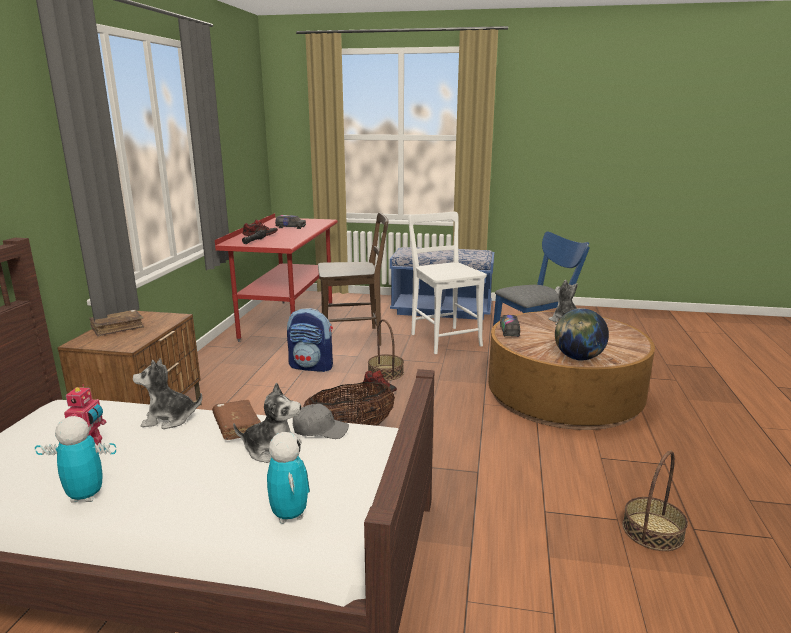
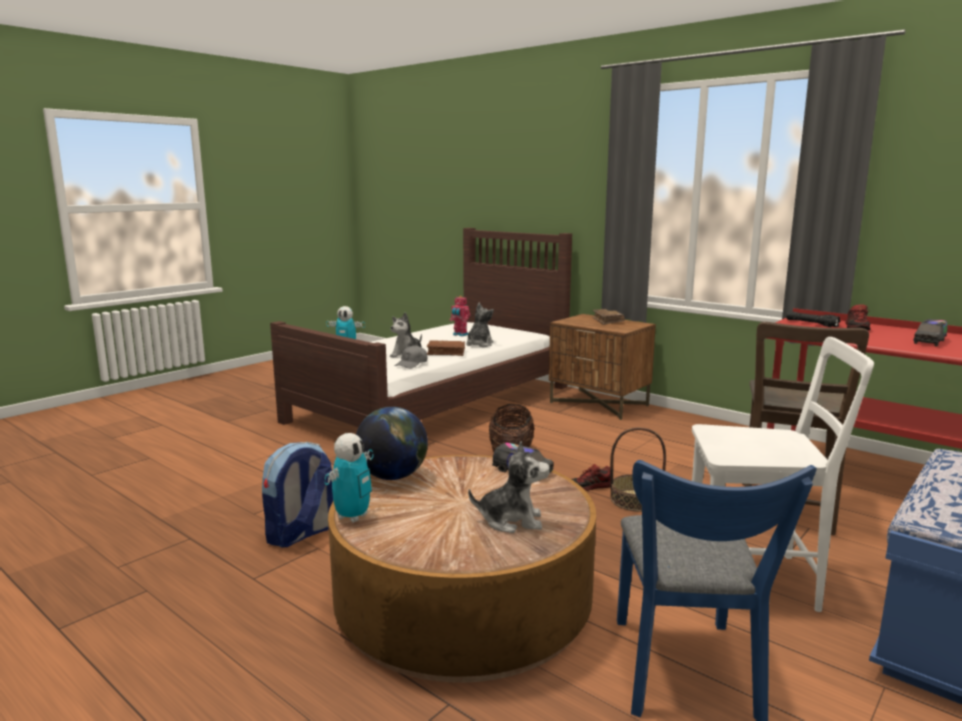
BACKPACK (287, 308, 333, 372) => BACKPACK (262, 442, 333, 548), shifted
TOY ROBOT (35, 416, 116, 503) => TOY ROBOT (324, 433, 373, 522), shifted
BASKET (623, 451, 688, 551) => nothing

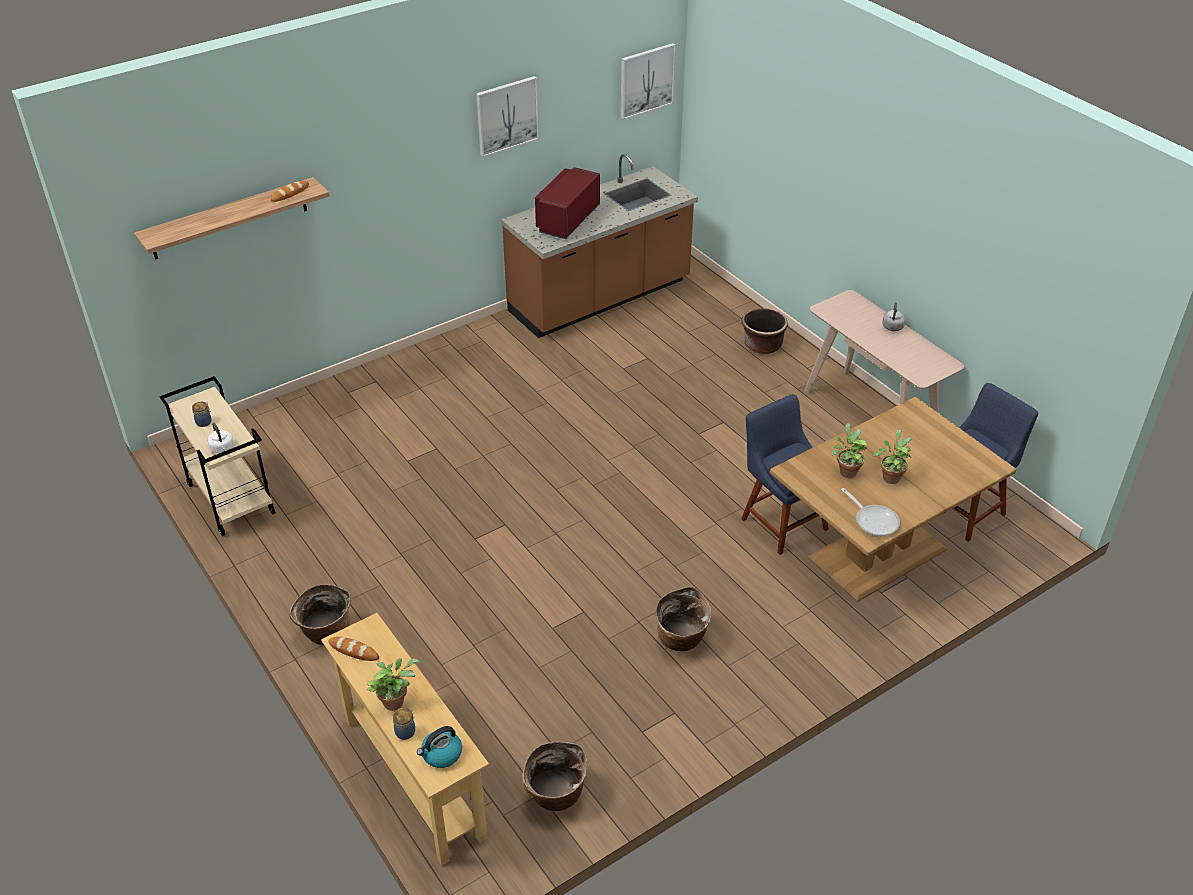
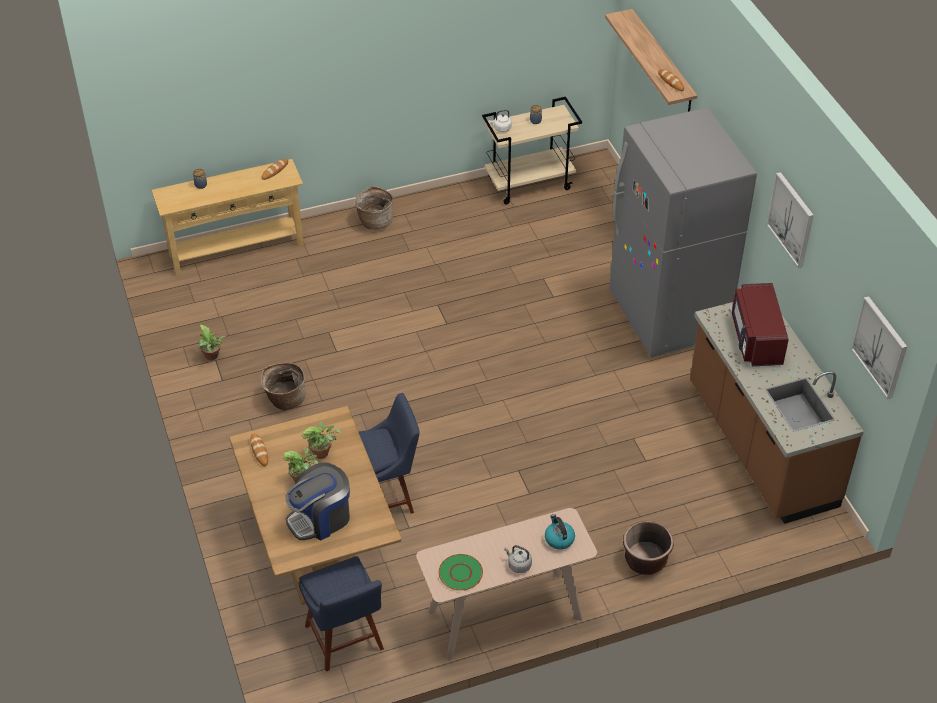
POTTED PLANT (367, 658, 420, 711) => POTTED PLANT (198, 324, 226, 361), shifted
FRYING PAN (841, 488, 900, 536) => BREAD (250, 433, 268, 466)
nothing => COFFEE MACHINE (285, 462, 350, 540)
nothing => GREEN PLATE (438, 554, 483, 591)
KETTLE (417, 726, 462, 768) => KETTLE (545, 514, 575, 550), shifted
nothing => GREY FRIDGE (609, 107, 757, 357)
RED MICROWAVE (535, 167, 600, 239) => RED MICROWAVE (732, 283, 789, 366), 135 degrees counterclockwise
BASKET (522, 742, 587, 811) => nothing

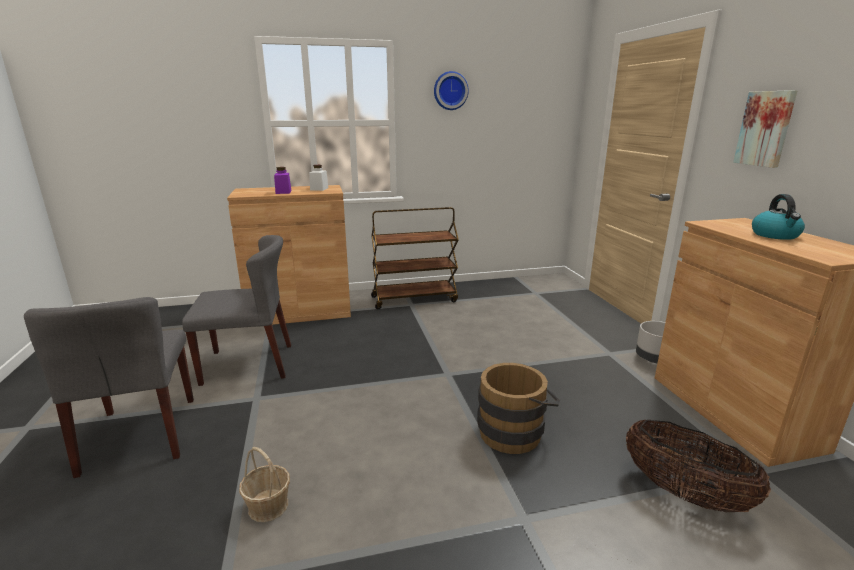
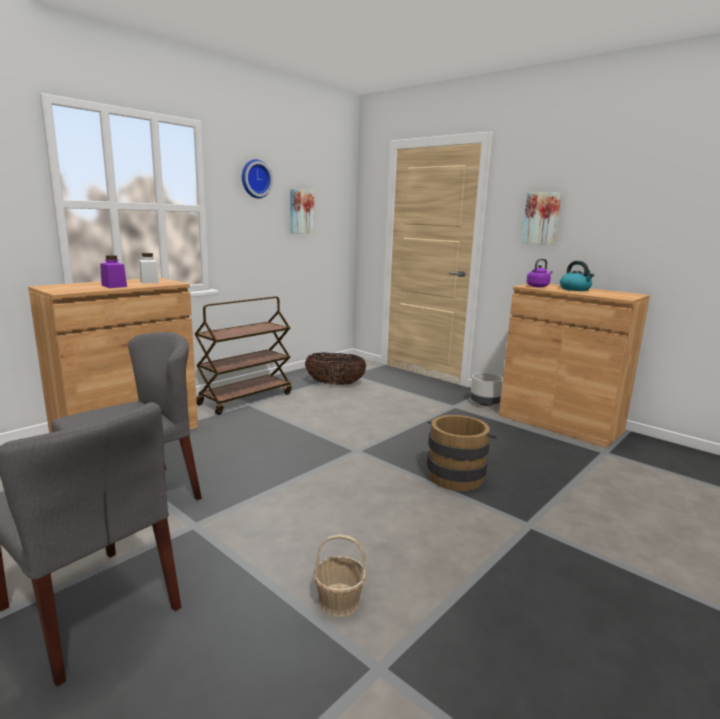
nothing => PICTURE (290, 189, 314, 234)
BASKET (626, 419, 771, 512) => BASKET (305, 352, 367, 385), shifted
nothing => PURPLE KETTLE (526, 259, 553, 287)

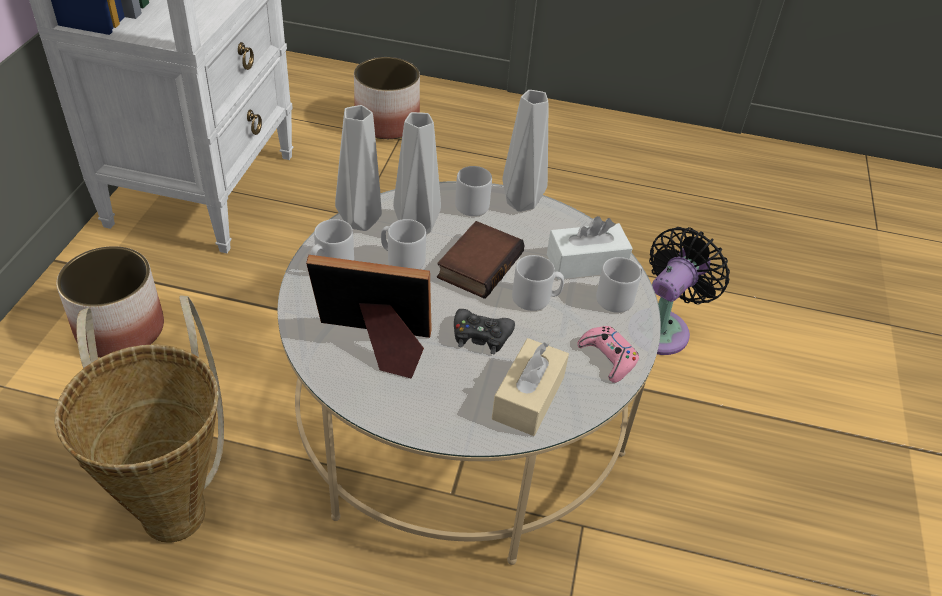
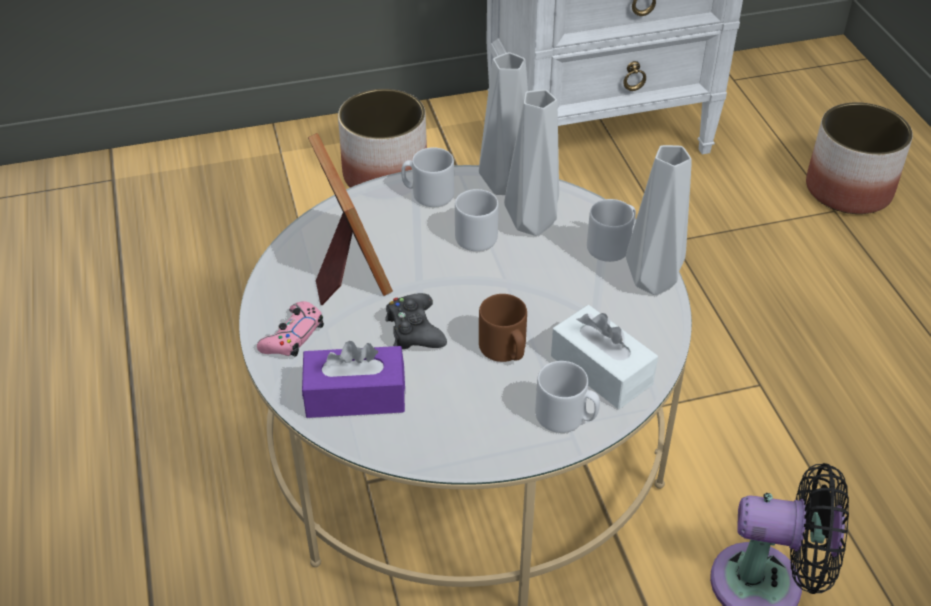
PINK GAME CONTROLLER (577, 326, 639, 383) => PINK GAME CONTROLLER (257, 301, 324, 357), shifted
BEIGE TISSUE BOX (492, 338, 569, 436) => PURPLE TISSUE BOX (302, 341, 405, 418)
GREY MUG (512, 255, 564, 311) => BROWN MUG (479, 294, 527, 362)
BASKET (55, 295, 224, 543) => nothing
BOOK (437, 221, 525, 299) => nothing

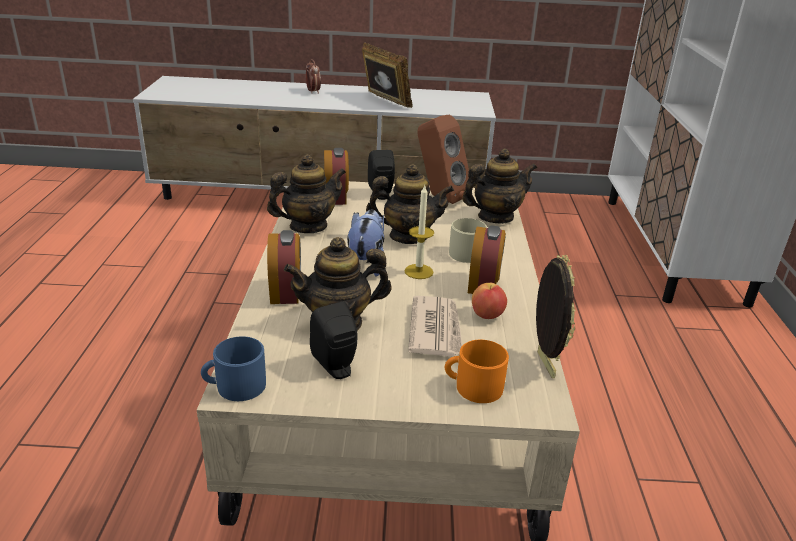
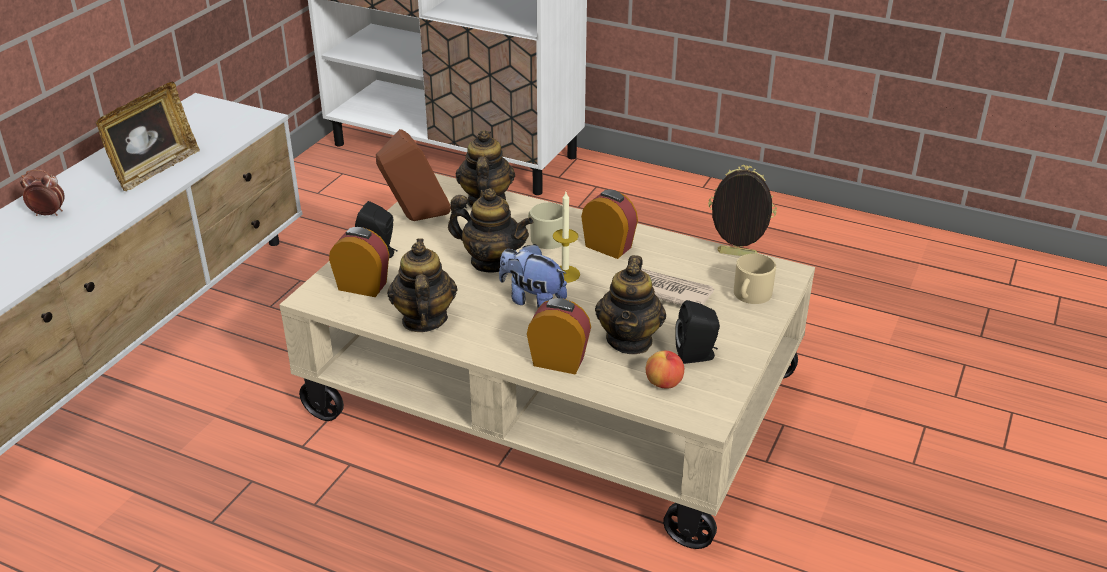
PICTURE FRAME (362, 42, 412, 108) => PICTURE FRAME (96, 82, 200, 191), 135 degrees clockwise
TEAPOT (366, 164, 454, 244) => TEAPOT (448, 188, 533, 273), 90 degrees clockwise
APPLE (472, 283, 507, 319) => APPLE (646, 351, 684, 389), shifted
ORANGE MUG (445, 340, 509, 403) => BEIGE MUG (734, 254, 776, 304)
BLUE MUG (201, 336, 266, 401) => nothing

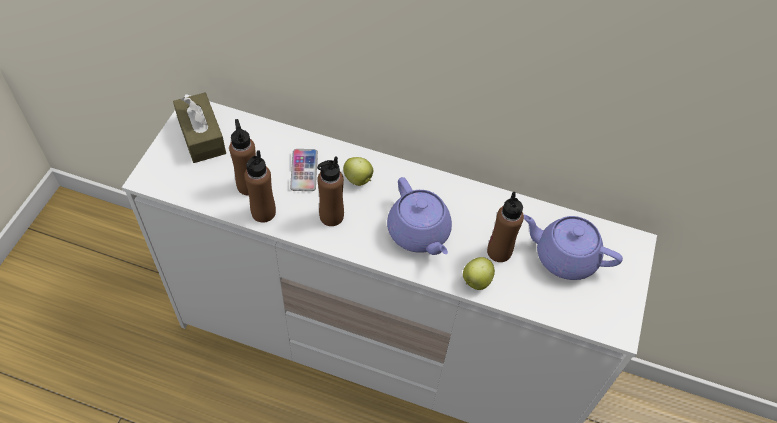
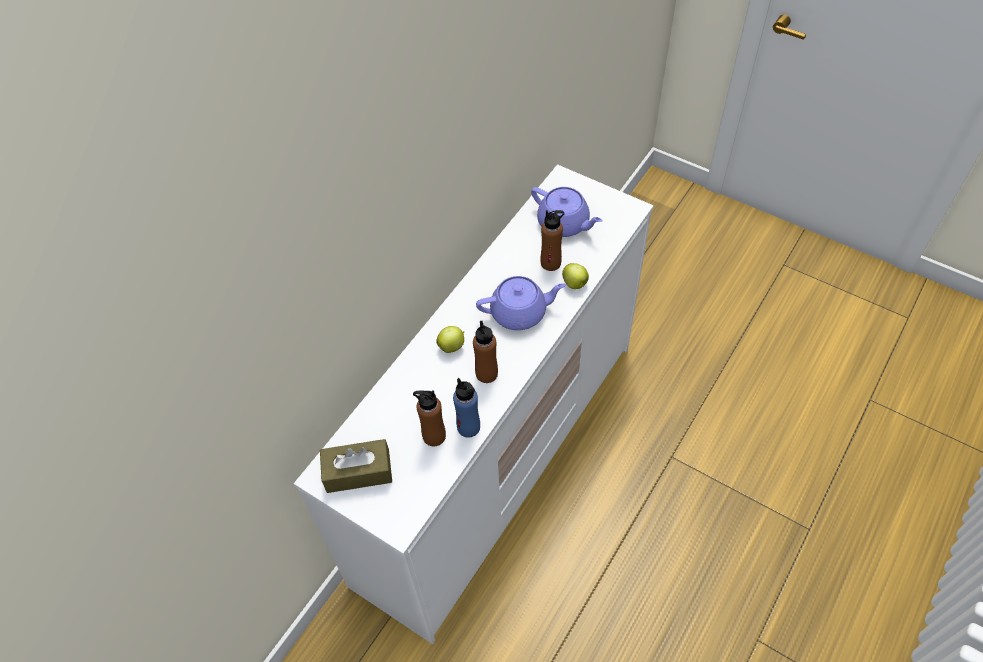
BROWN BOTTLE (244, 150, 276, 223) => BLUE BOTTLE (453, 378, 480, 438)
PURPLE TEAPOT (524, 215, 623, 280) => PURPLE TEAPOT (531, 187, 603, 237), 90 degrees counterclockwise
PHONE (290, 149, 318, 191) => nothing

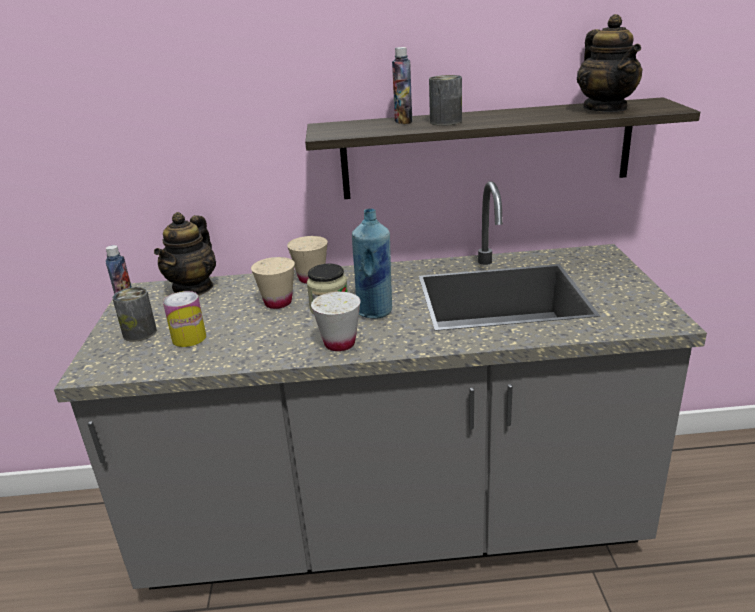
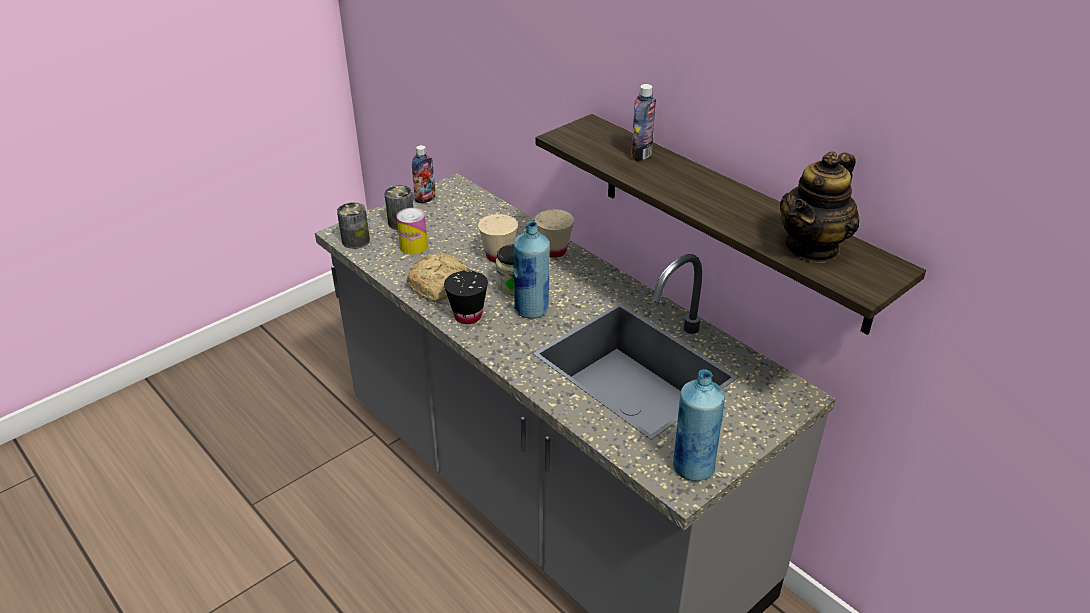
CAN (429, 75, 462, 126) => CAN (337, 202, 370, 249), shifted
nothing => BREAD (406, 253, 469, 302)
WHITE CUP (311, 292, 361, 351) => BLACK CUP (444, 271, 488, 324)
nothing => BLUE BOTTLE (673, 369, 725, 481)
TEAPOT (154, 212, 216, 296) => nothing

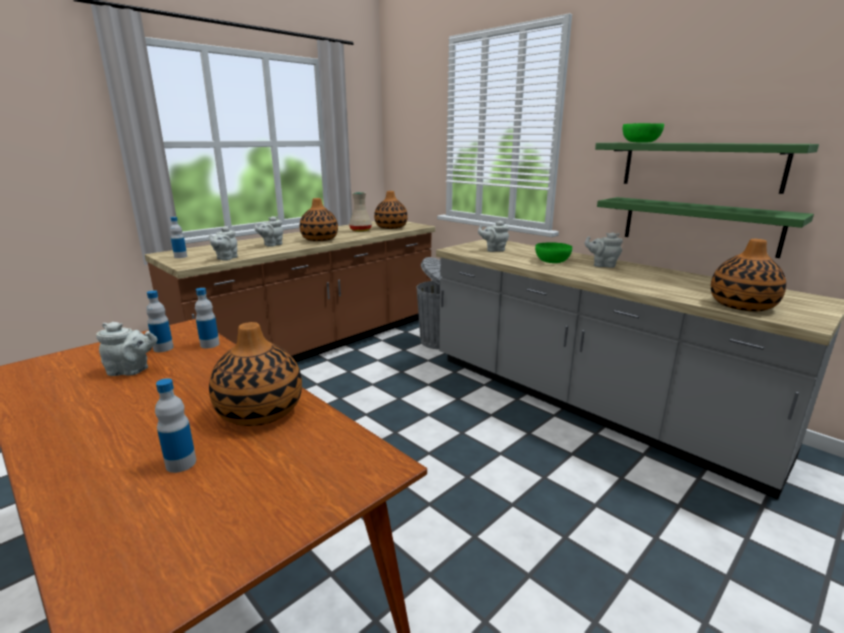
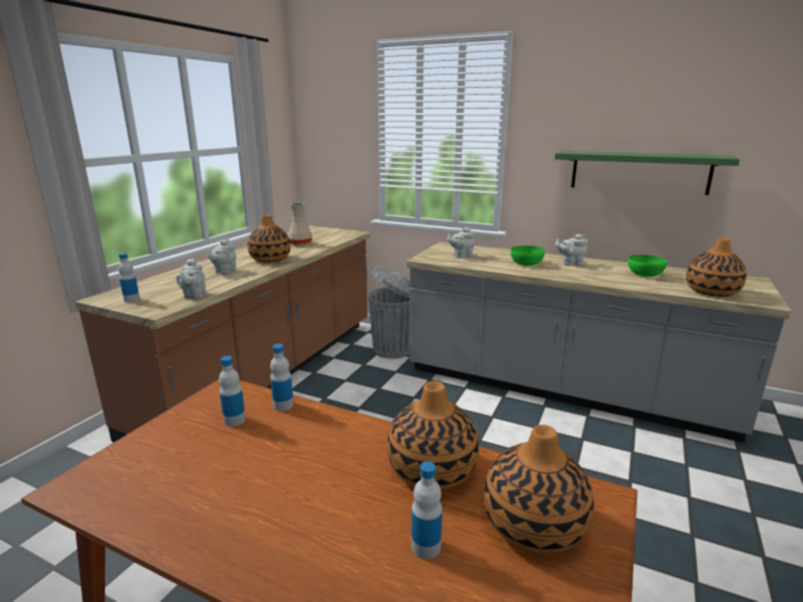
VASE (374, 191, 408, 229) => VASE (484, 425, 594, 553), shifted
GREEN BOWL (623, 123, 664, 143) => GREEN BOWL (628, 255, 667, 277), shifted
GREY TEAPOT (96, 322, 158, 376) => nothing
GREEN SHELF (597, 197, 814, 258) => nothing

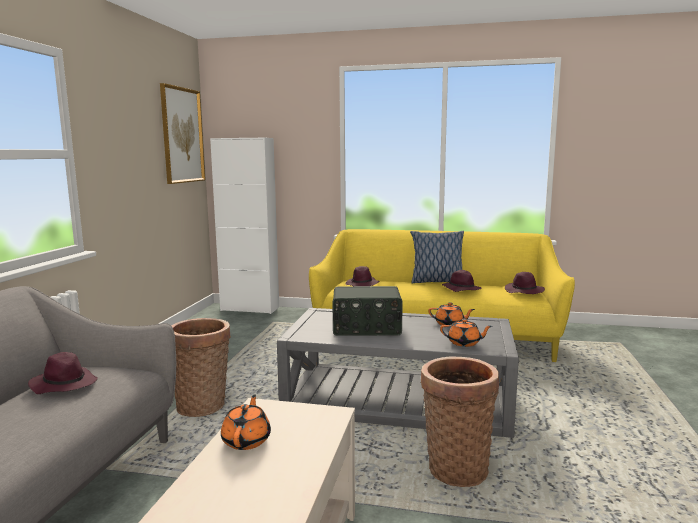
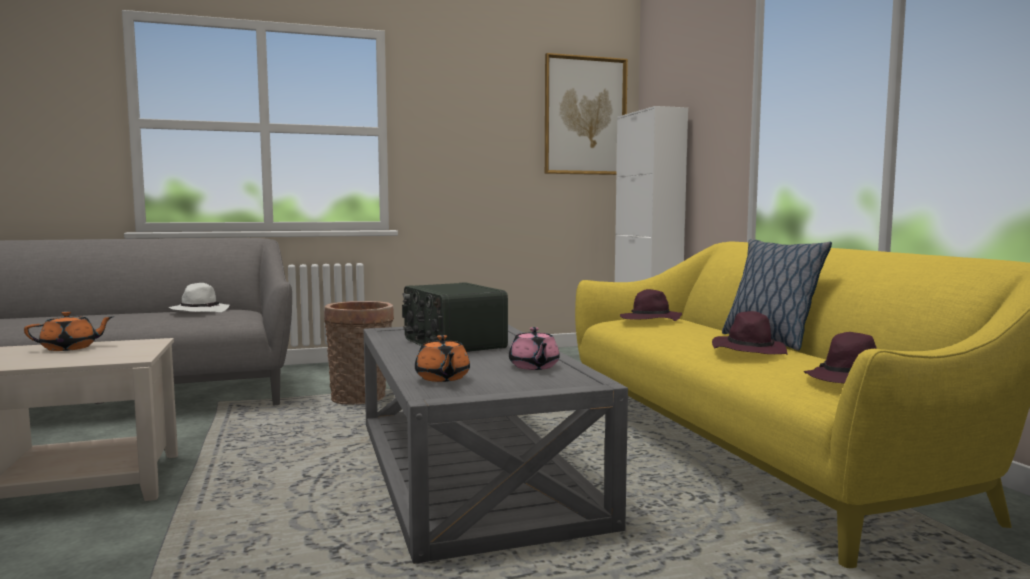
PURPLE HAT (28, 352, 98, 394) => WHITE HAT (168, 283, 230, 313)
ORANGE TEAPOT (428, 302, 475, 325) => PINK TEAPOT (509, 327, 560, 370)
BASKET (421, 356, 499, 487) => nothing

